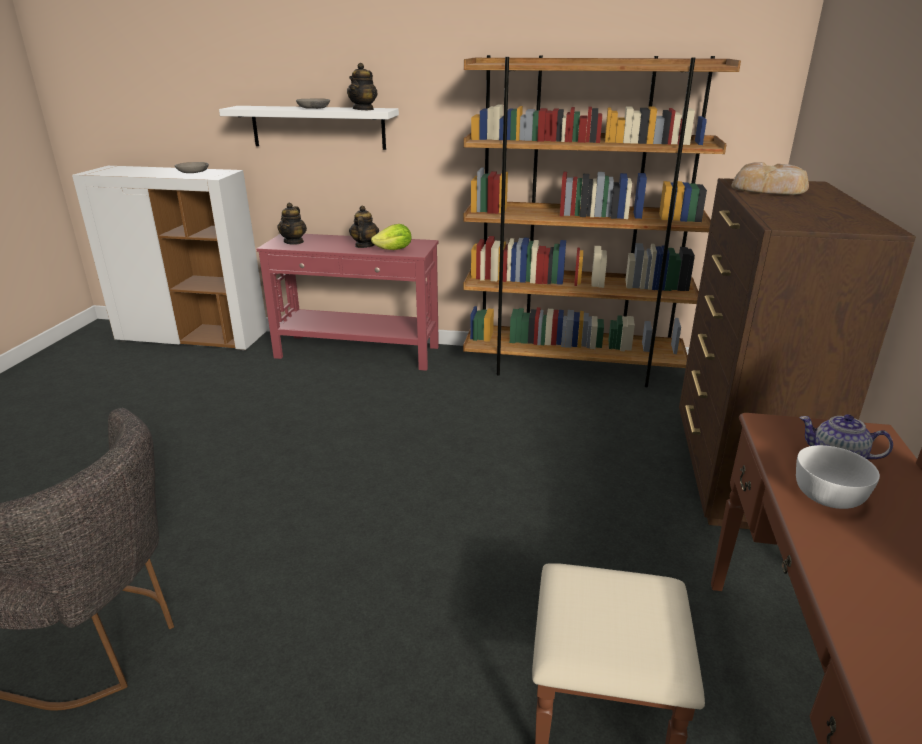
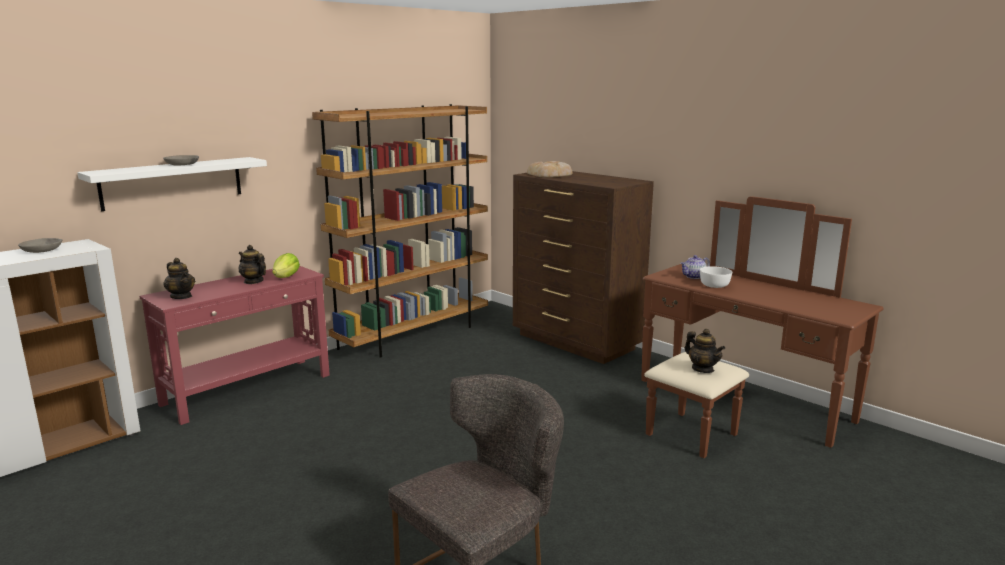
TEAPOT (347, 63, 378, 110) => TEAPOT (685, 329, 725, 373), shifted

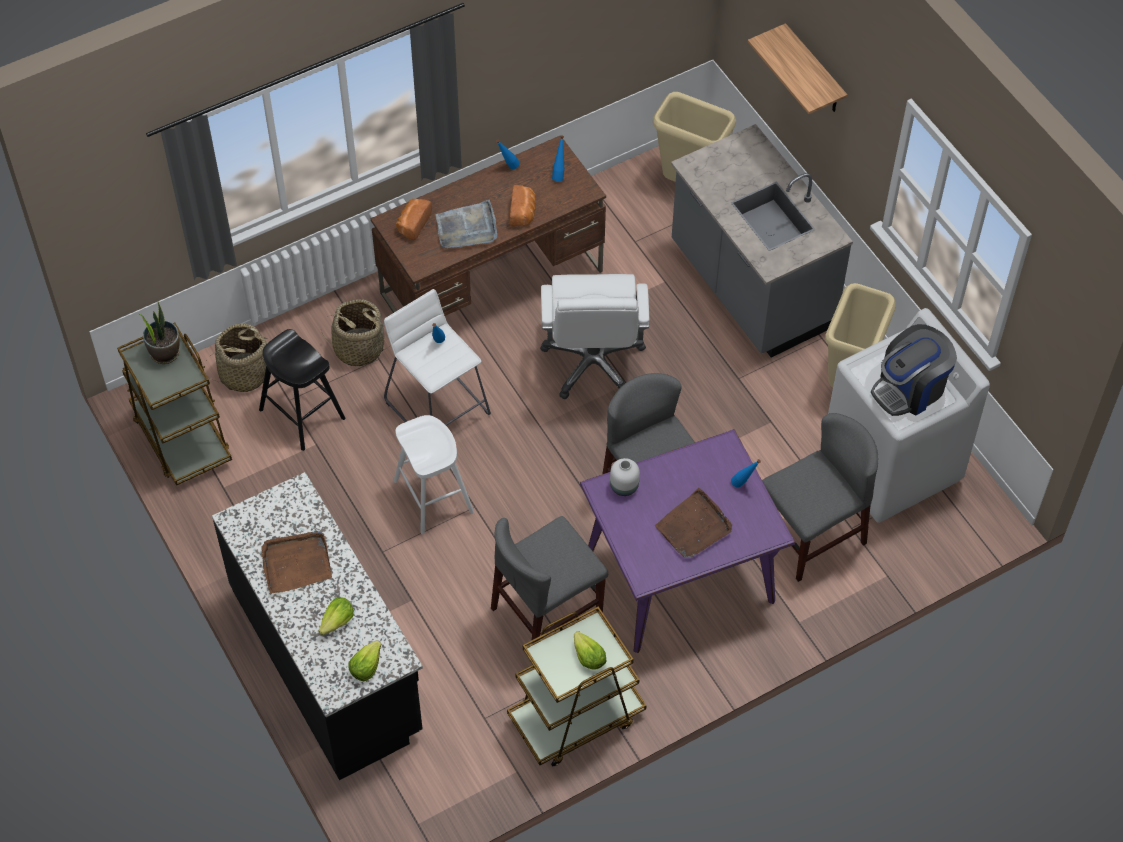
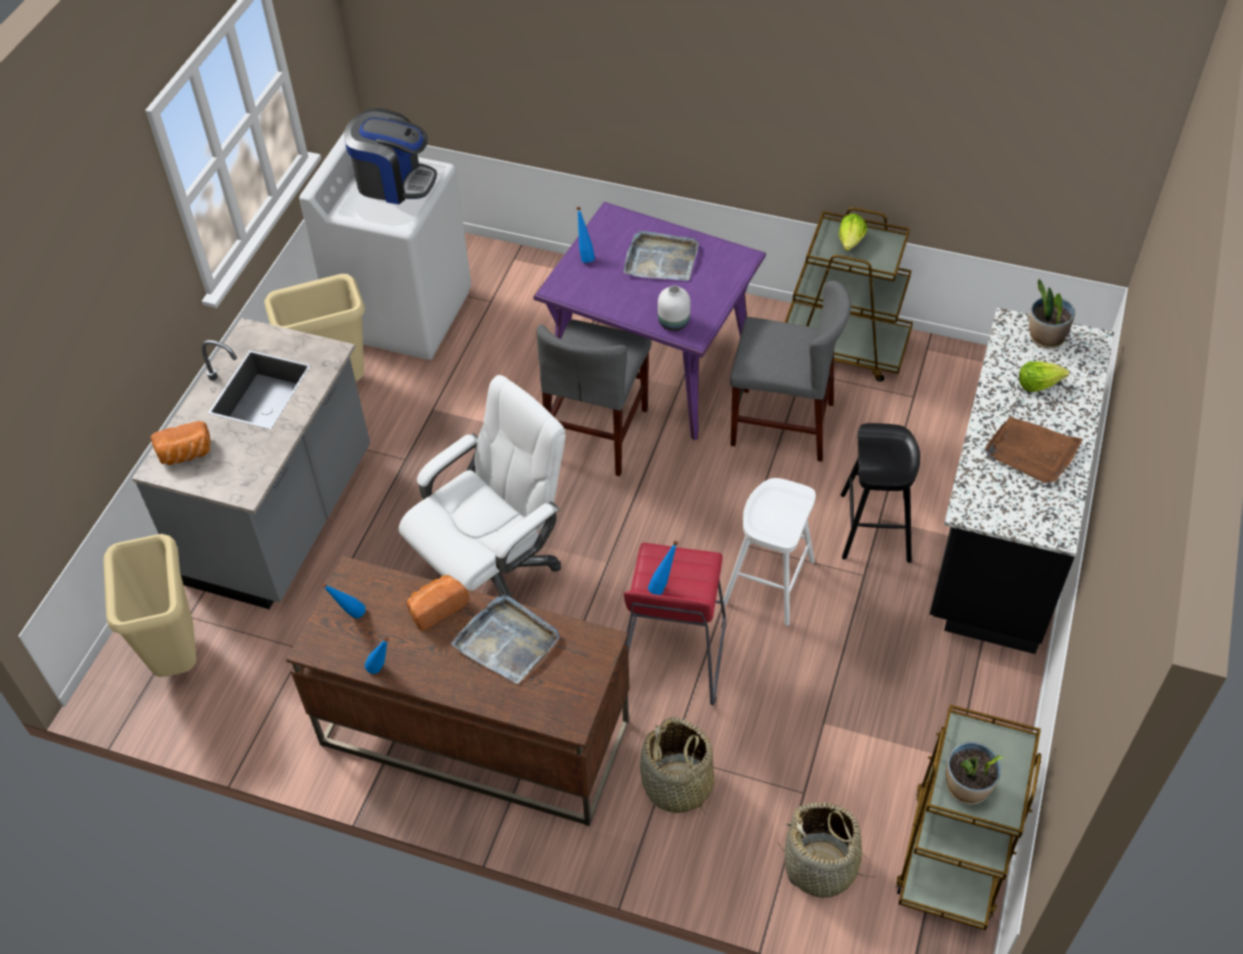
BREAD (396, 199, 432, 240) => BREAD (151, 421, 211, 465), shifted
BROWN TRAY (655, 488, 732, 558) => GREY TRAY (623, 231, 699, 281)
WHITE STOOL (384, 289, 491, 426) => RED STOOL (624, 543, 726, 705)
BLACK STOOL (259, 329, 345, 451) => BLACK STOOL (841, 423, 920, 563), shifted
LETTUCE (348, 640, 382, 681) => POTTED PLANT (1029, 279, 1075, 349)
SHELF (748, 23, 847, 114) => nothing
GREY CHAIR (762, 413, 878, 582) => nothing

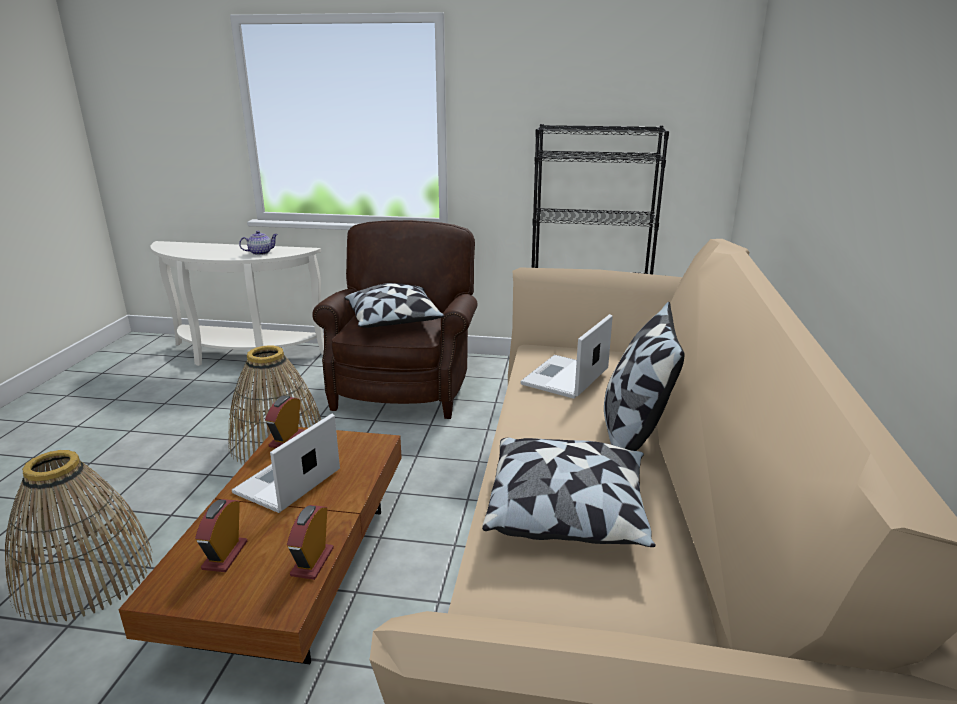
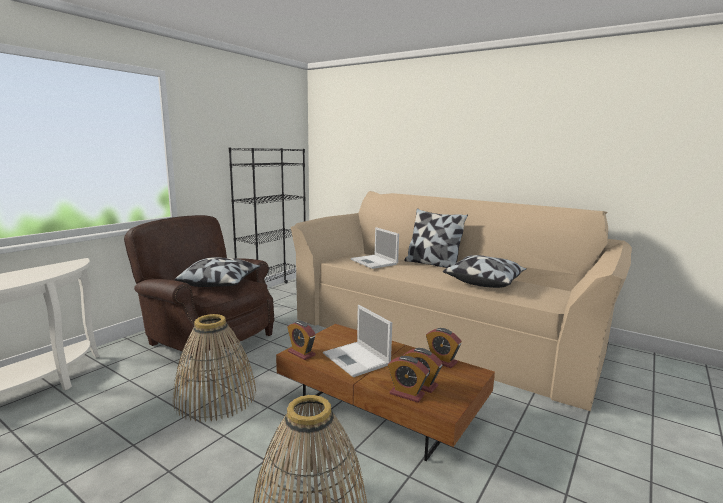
nothing => ALARM CLOCK (388, 356, 429, 402)
TEAPOT (239, 231, 278, 255) => nothing

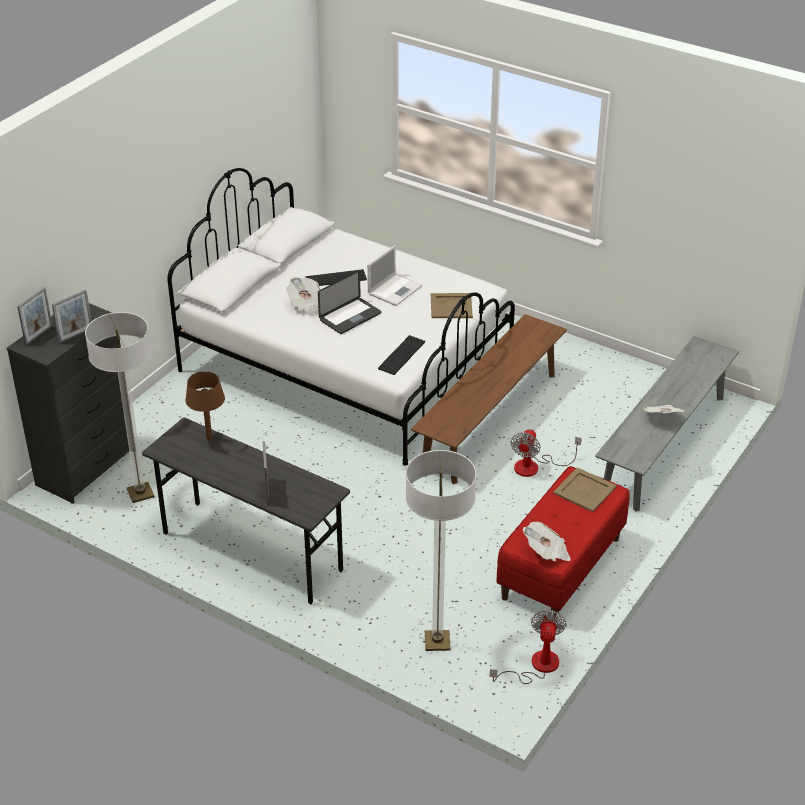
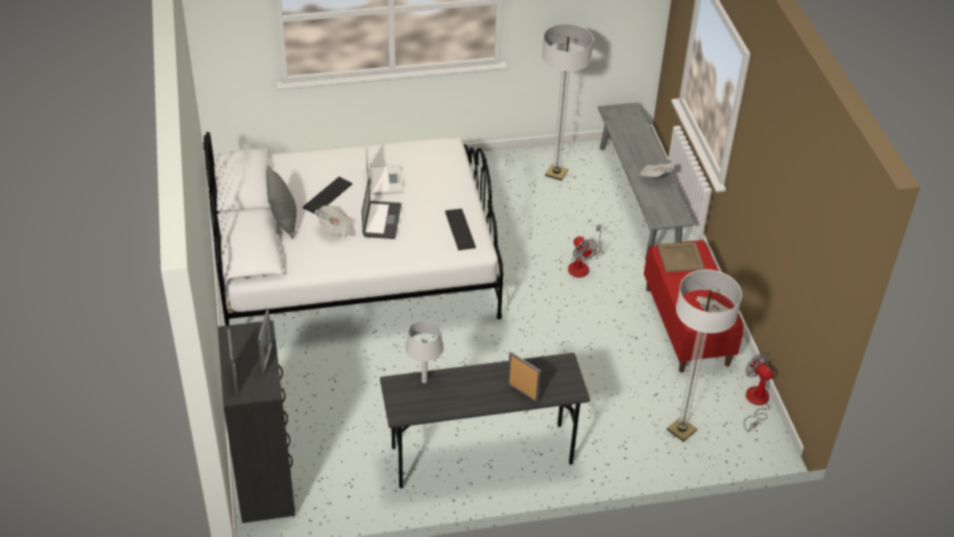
nothing => GREY PILLOW (266, 165, 297, 239)
BROWN TABLE LAMP (185, 371, 225, 441) => GREY TABLE LAMP (405, 320, 444, 383)
FLOOR LAMP (85, 312, 154, 503) => FLOOR LAMP (542, 24, 593, 181), shifted
BROWN BENCH (411, 314, 567, 484) => nothing
BEIGE TRAY (431, 293, 473, 318) => nothing

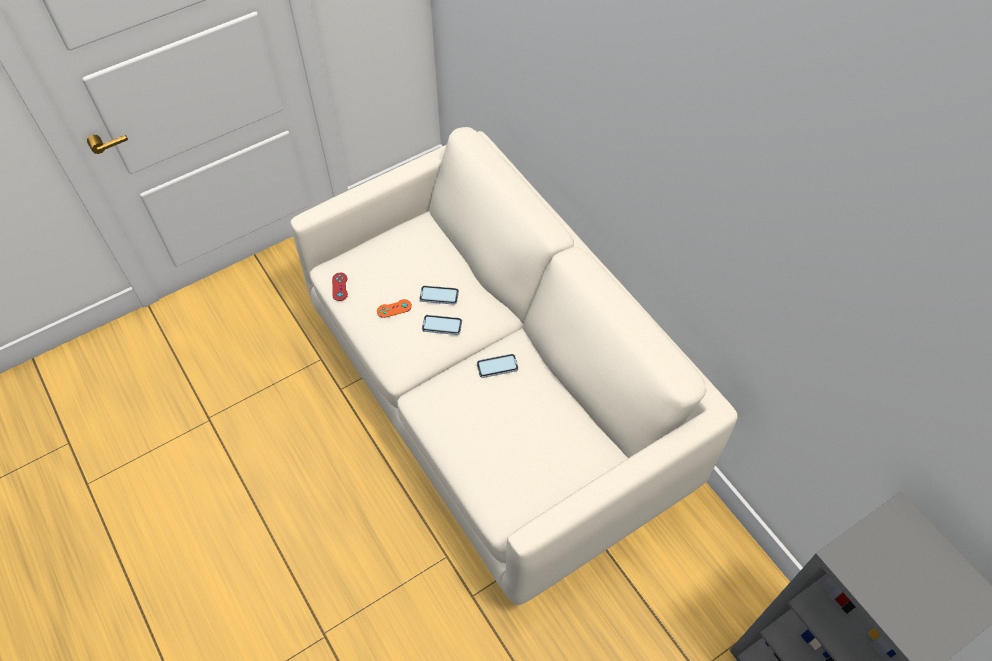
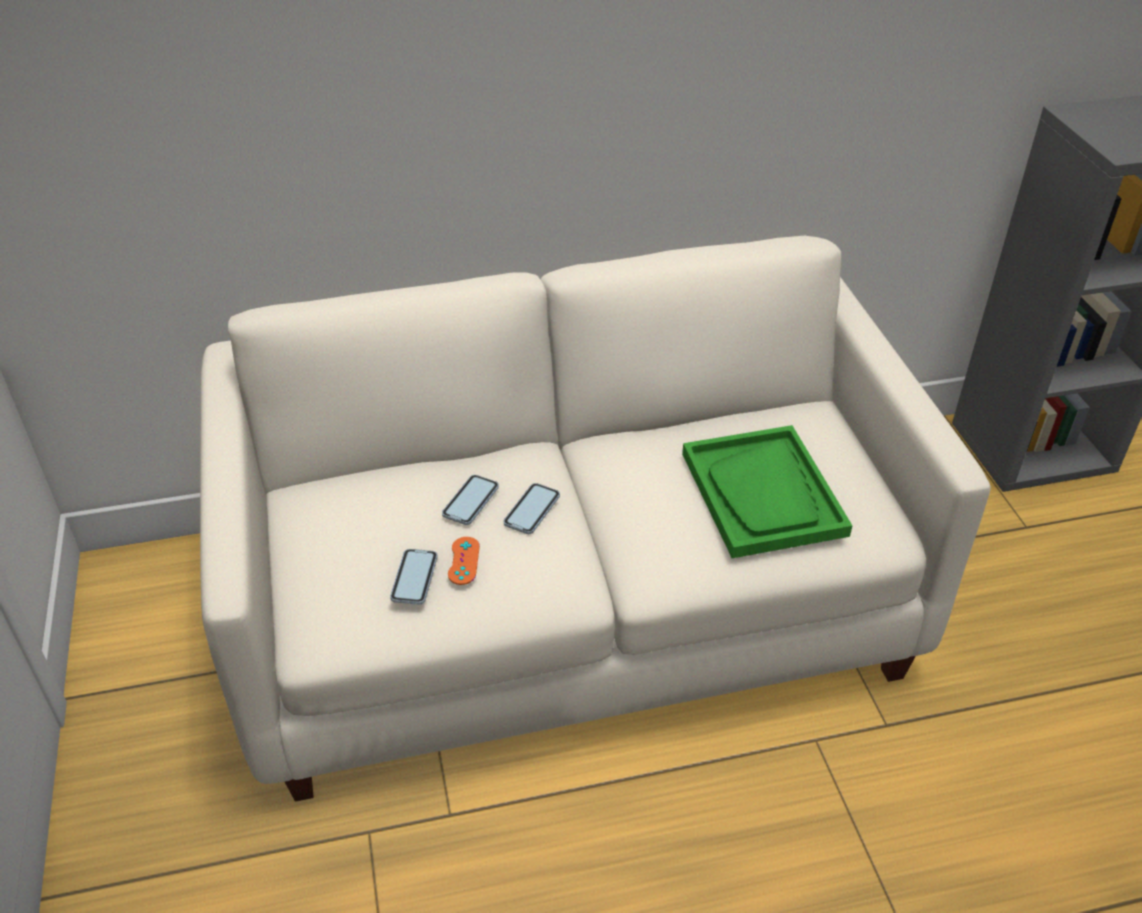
PHONE (477, 354, 518, 378) => PHONE (390, 549, 438, 605), shifted
nothing => GREEN TRAY (682, 425, 852, 558)
RED GAME CONTROLLER (332, 273, 348, 301) => nothing

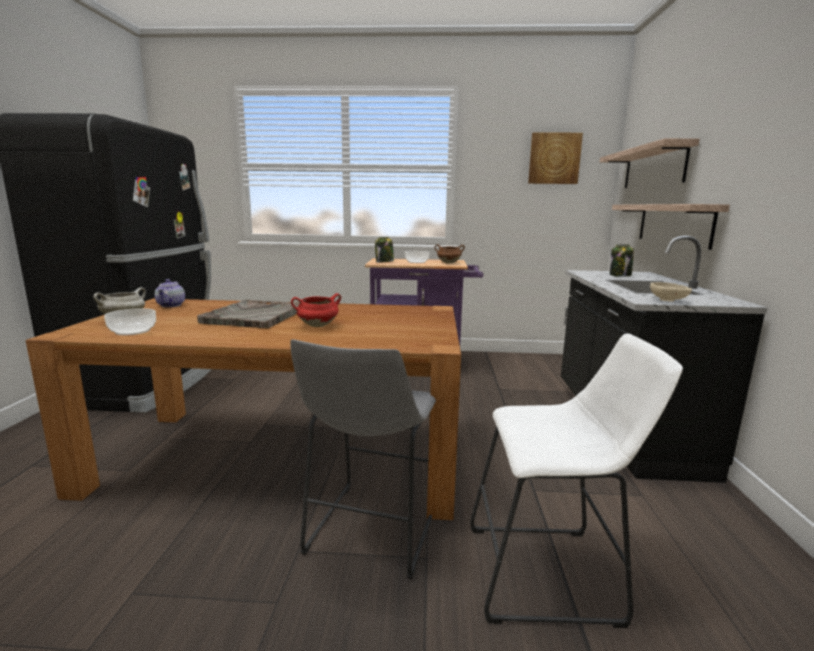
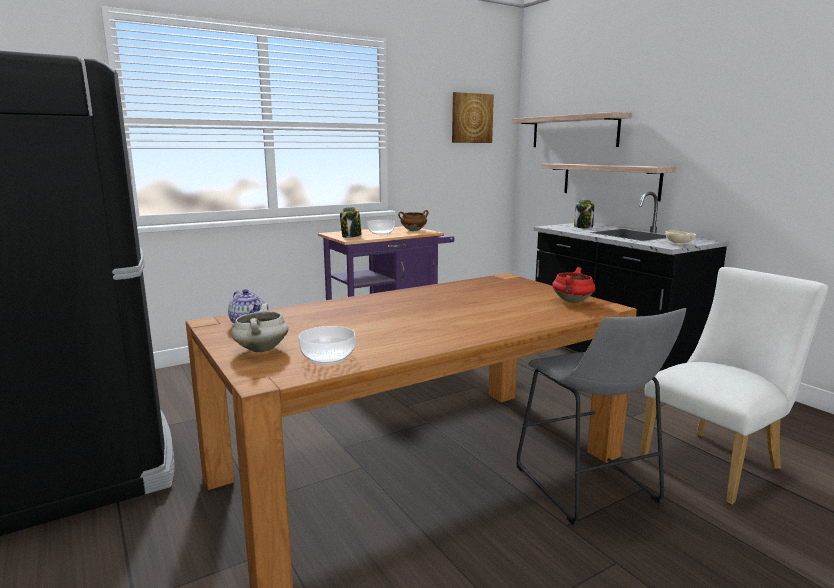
RED COOKING POT (291, 293, 341, 327) => RED COOKING POT (552, 267, 595, 303), shifted
WHITE STOOL (470, 333, 683, 628) => WHITE CHAIR (640, 267, 828, 504)
GREY TRAY (197, 300, 300, 329) => nothing

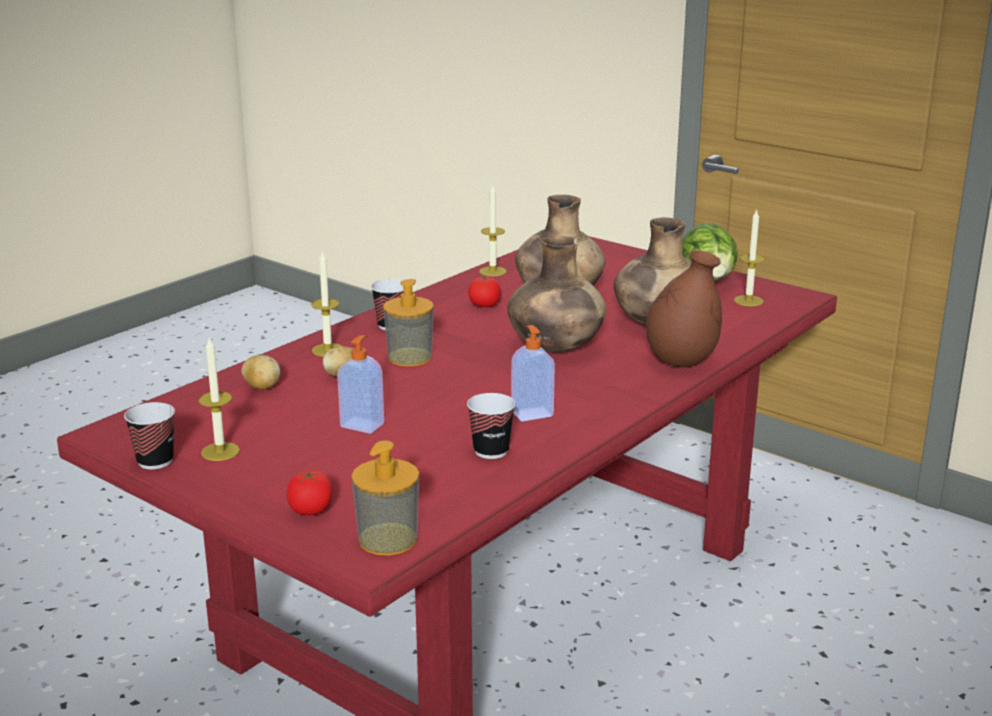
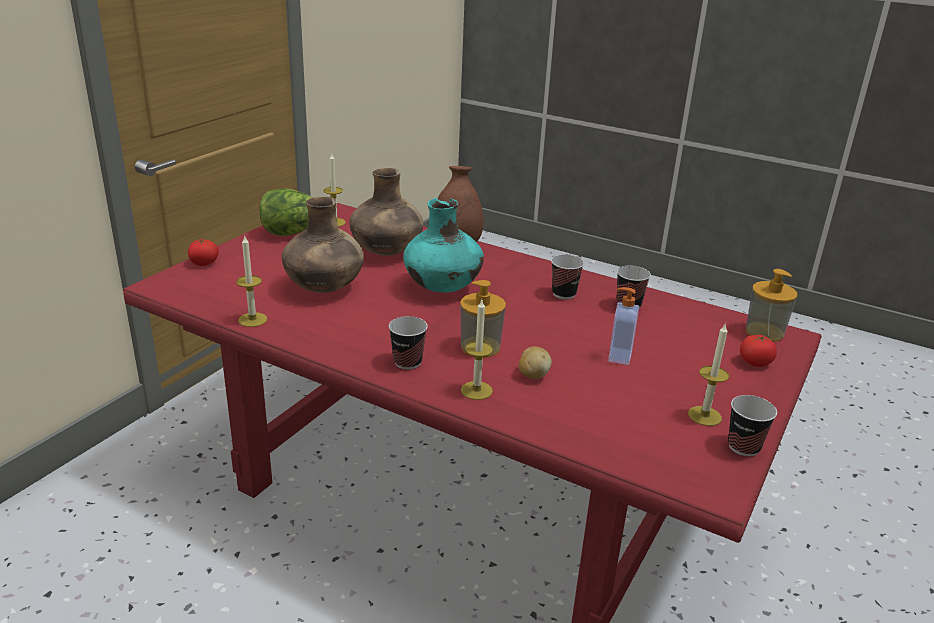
TOMATO (468, 277, 501, 307) => TOMATO (188, 239, 219, 266), shifted
BROWN VASE (507, 236, 606, 352) => TURQUOISE VASE (403, 198, 484, 292)
SOAP DISPENSER (511, 325, 555, 422) => CUP (551, 255, 584, 299)
POTATO (241, 355, 280, 390) => nothing

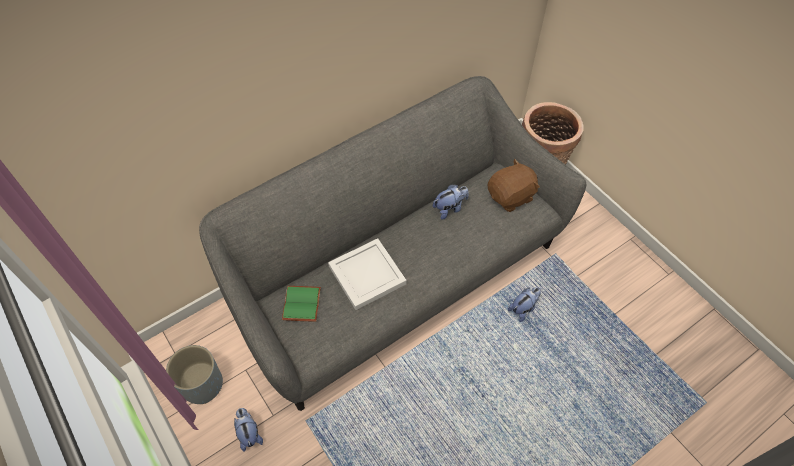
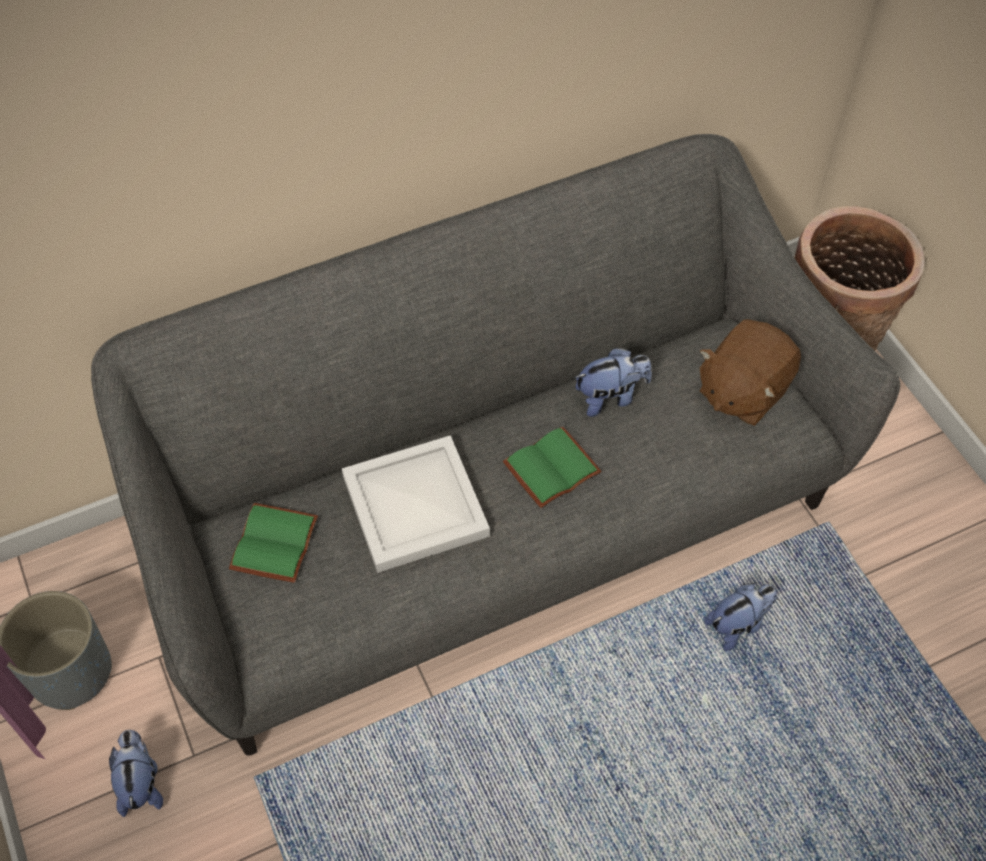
nothing => GREEN BOOK (503, 427, 602, 508)
BROWN PLUSH TOY (488, 159, 540, 212) => BROWN PLUSH TOY (700, 319, 801, 426), 150 degrees clockwise

